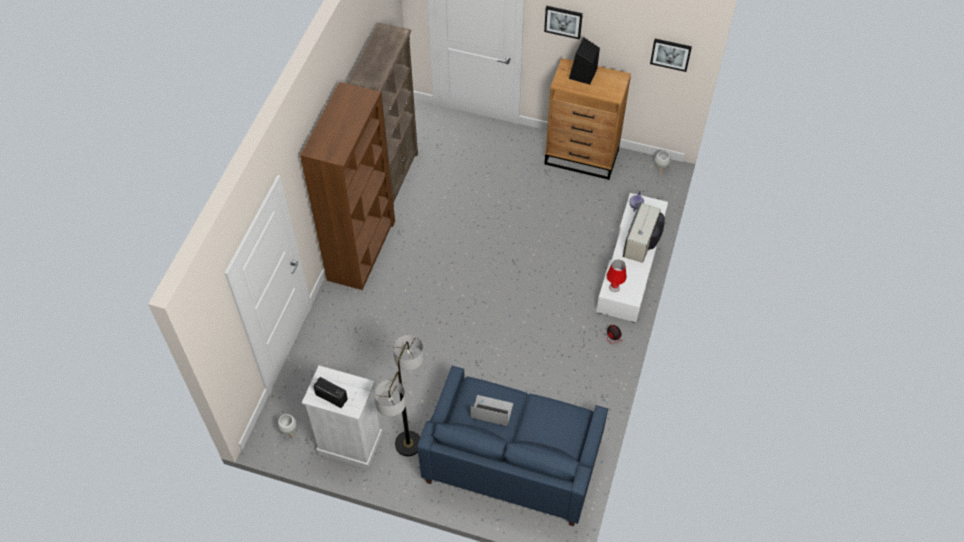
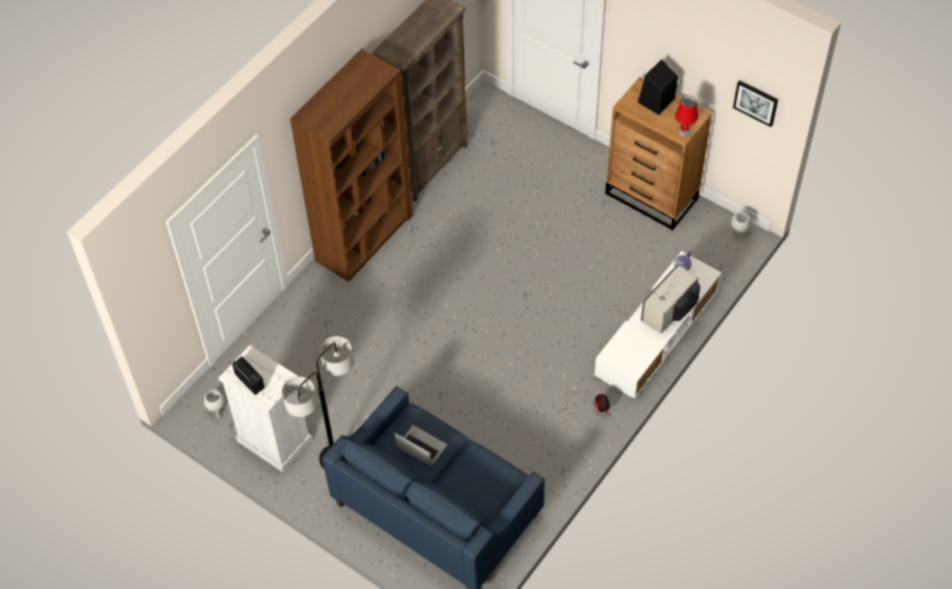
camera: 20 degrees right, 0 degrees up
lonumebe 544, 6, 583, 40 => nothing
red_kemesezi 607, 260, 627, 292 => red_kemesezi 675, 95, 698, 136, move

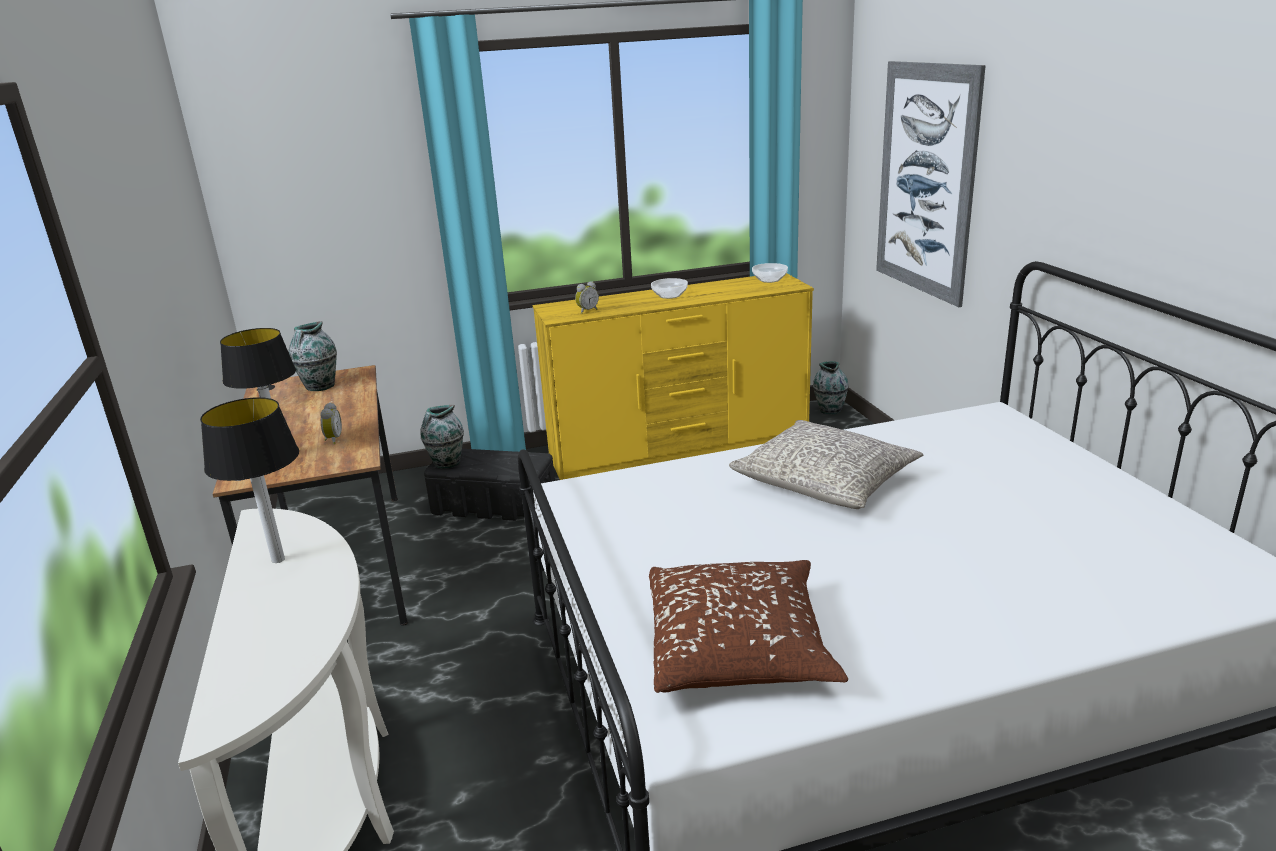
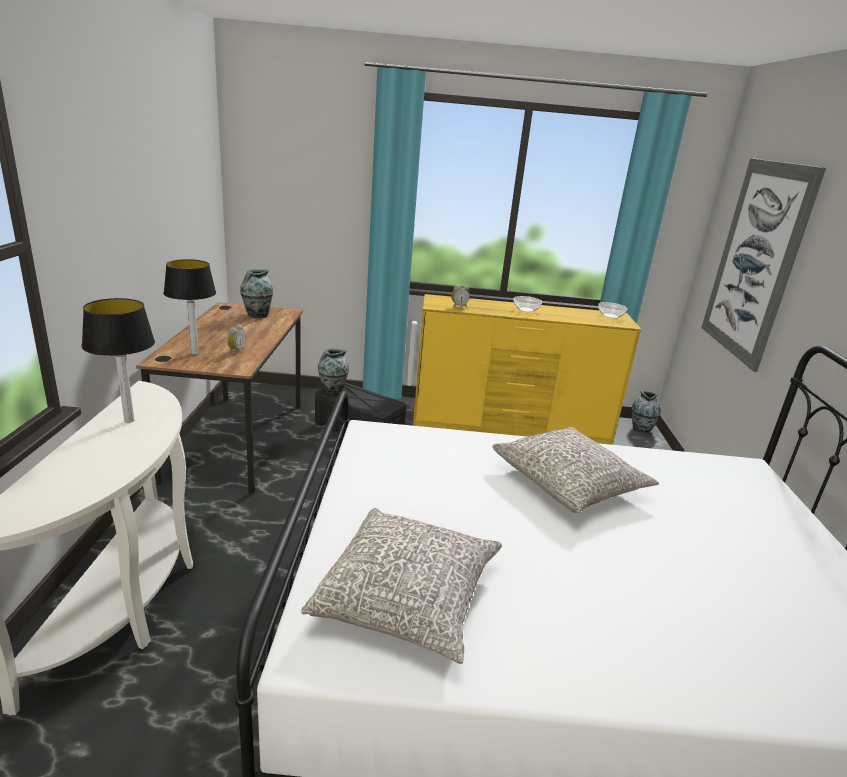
camera: 15 degrees right, 0 degrees up
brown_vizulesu 649, 560, 848, 693 => grey_vizulesu 301, 508, 502, 664

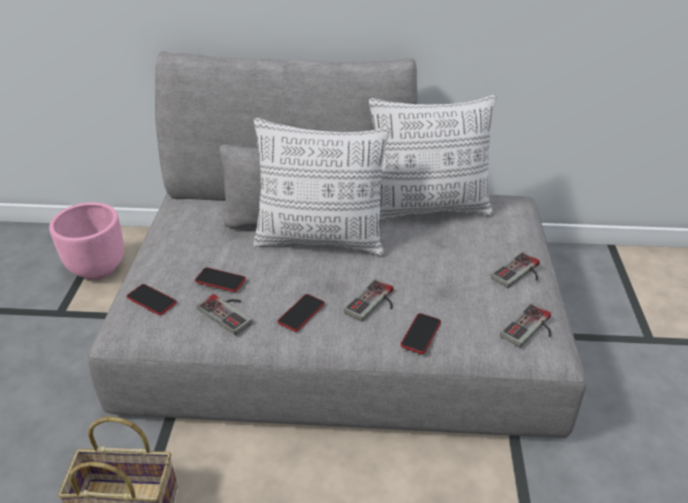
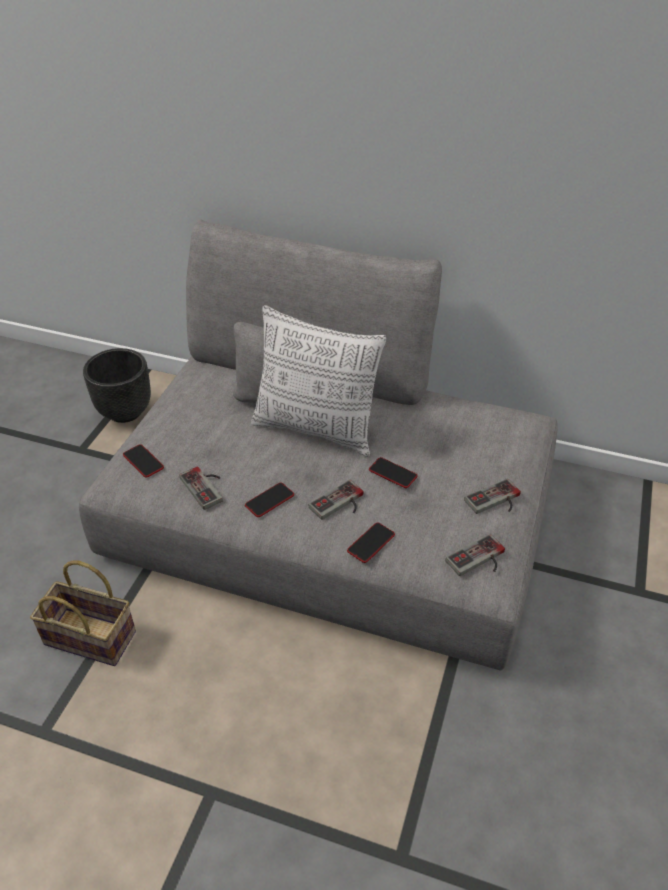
camera: 15 degrees right, 5 degrees up
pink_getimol 49, 202, 124, 280 => black_getimol 83, 348, 151, 423
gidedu 195, 267, 246, 292 => gidedu 369, 457, 417, 488, move
vizulesu 369, 95, 496, 221 => nothing

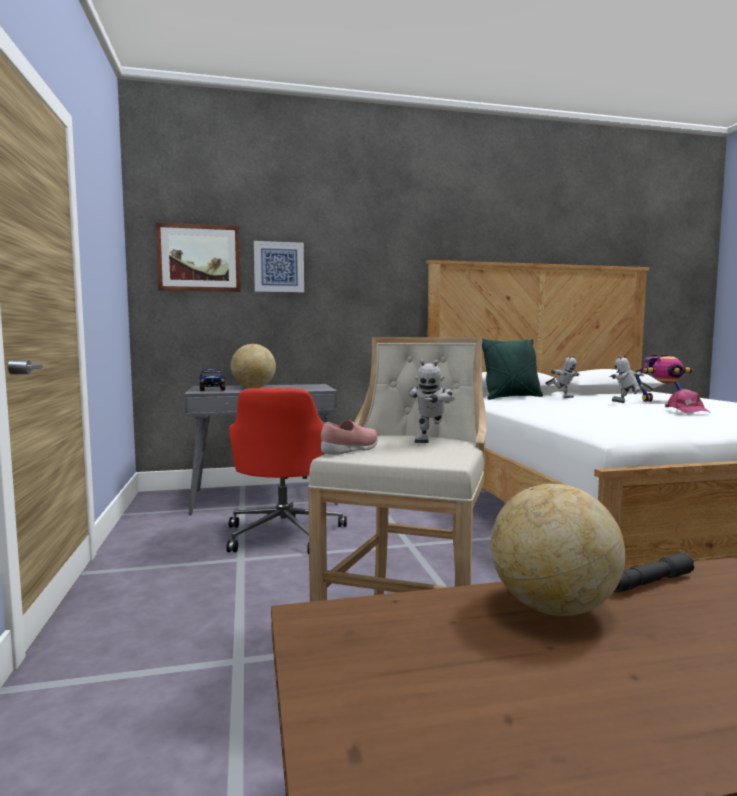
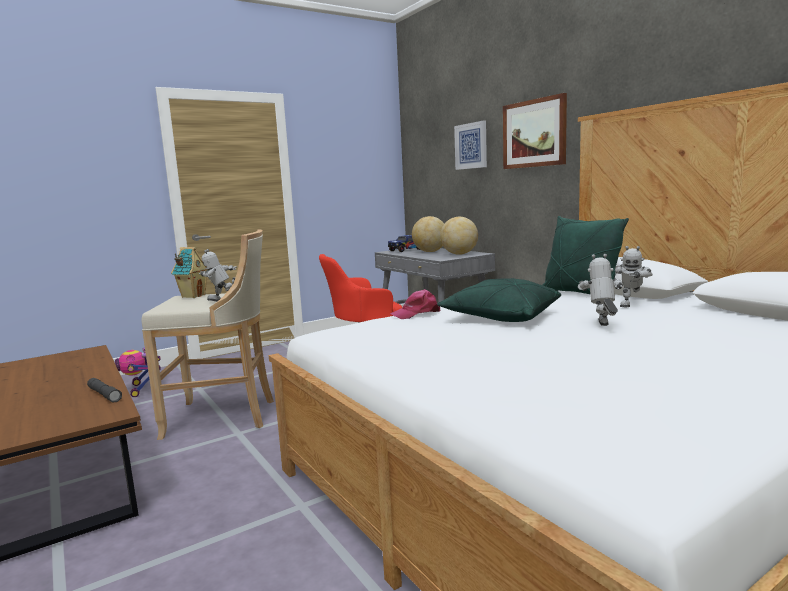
camera: 70 degrees right, 5 degrees up
lonumebe 155, 222, 241, 292 => lonumebe 503, 93, 567, 169, move
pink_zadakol 321, 420, 378, 455 => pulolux 171, 247, 208, 298
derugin 491, 484, 625, 616 => derugin 440, 217, 478, 255, move
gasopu 634, 355, 693, 402 => gasopu 115, 348, 161, 397, move
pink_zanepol 665, 389, 709, 413 => pink_zanepol 390, 289, 440, 319, move
nothing => green_vizulesu 437, 278, 561, 322

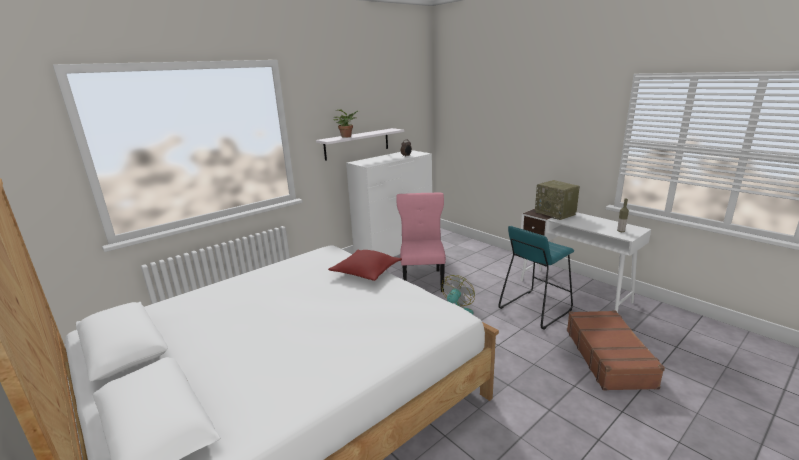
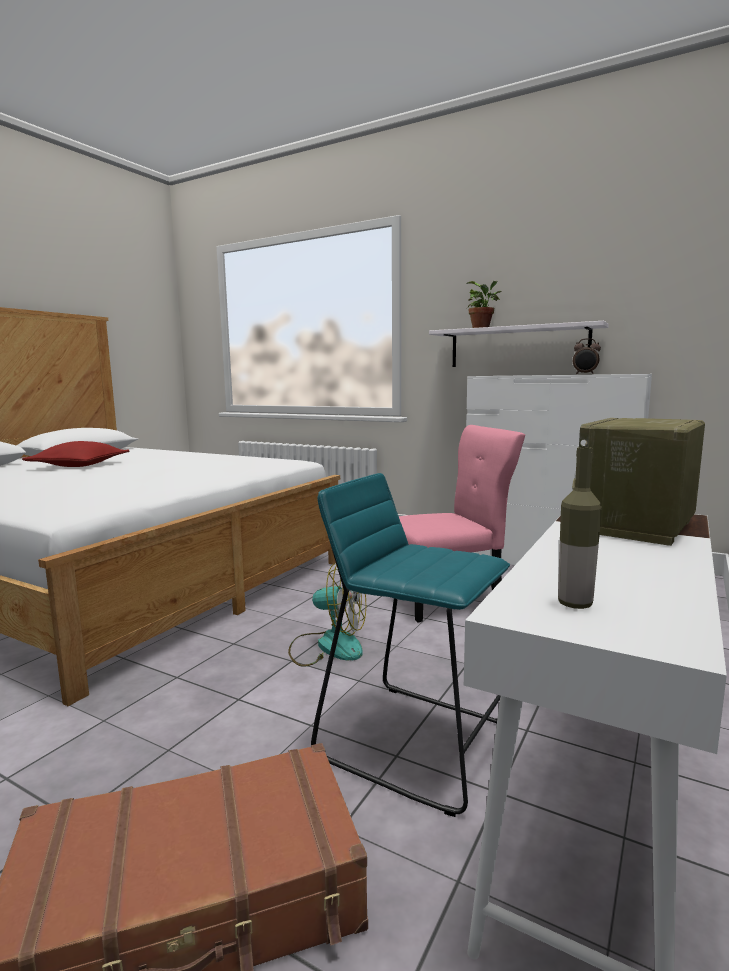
camera: 70 degrees right, 10 degrees down
red_vizulesu 328, 250, 402, 281 => red_vizulesu 22, 441, 130, 467, move

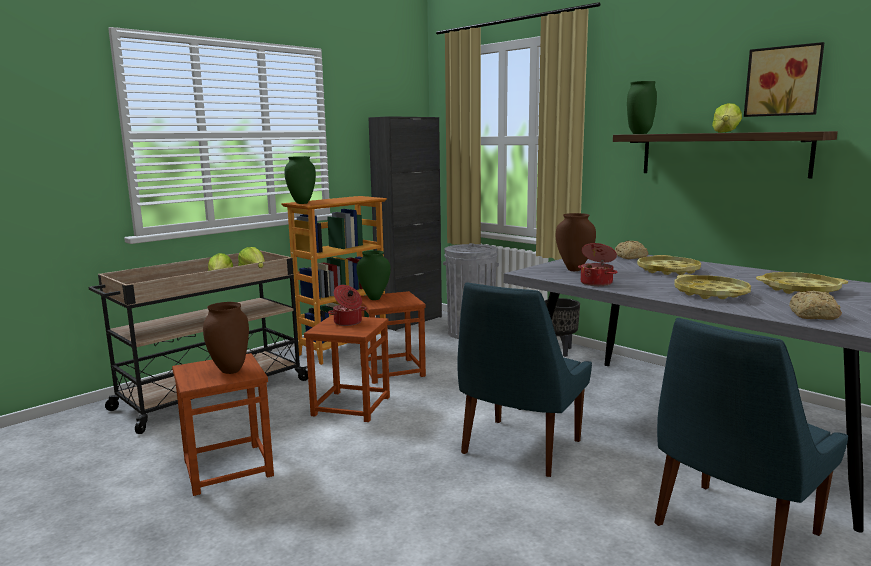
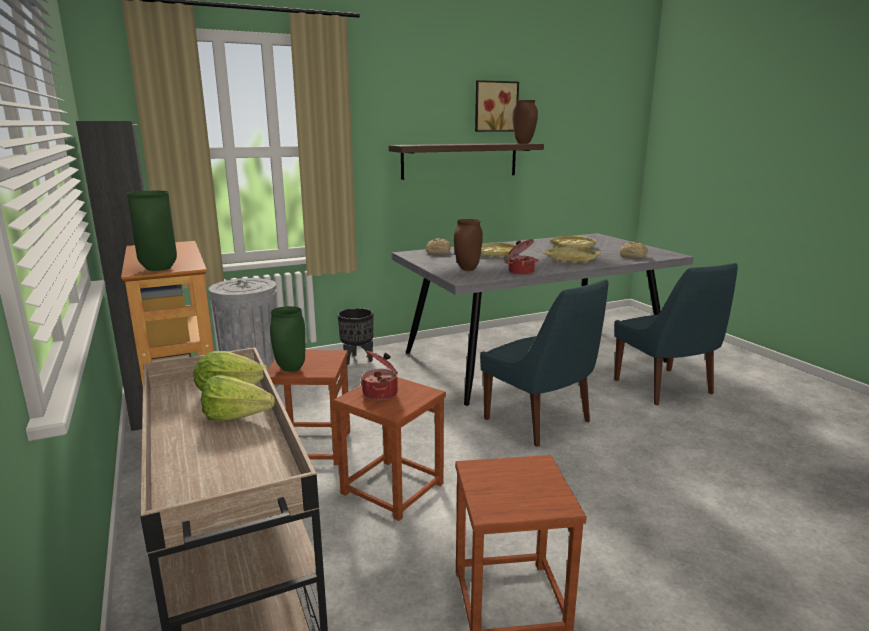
camera: 70 degrees left, 5 degrees up
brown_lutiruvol 203, 302, 249, 374 => brown_lutiruvol 512, 100, 538, 144, move
green_lutiruvol 627, 81, 657, 134 => nothing
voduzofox 712, 103, 742, 133 => nothing

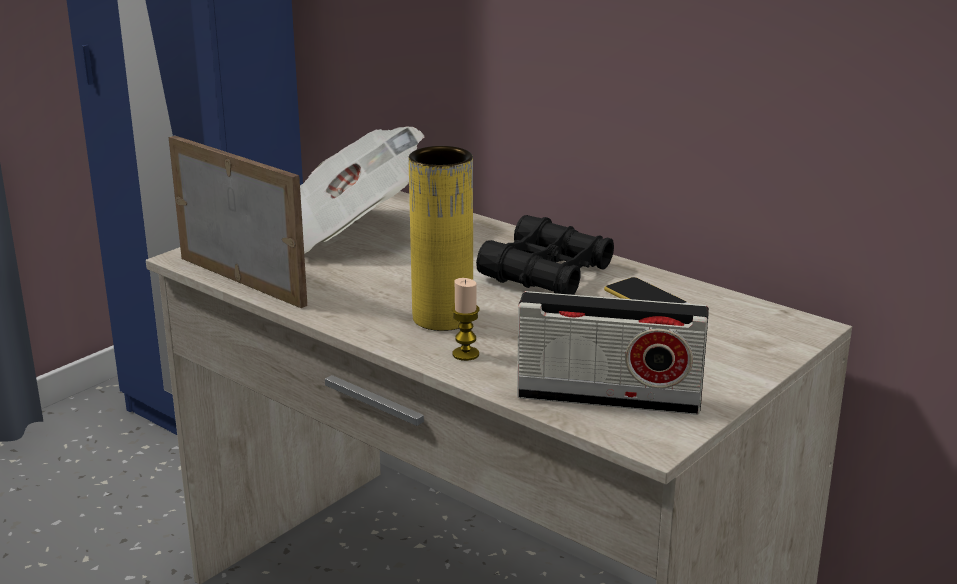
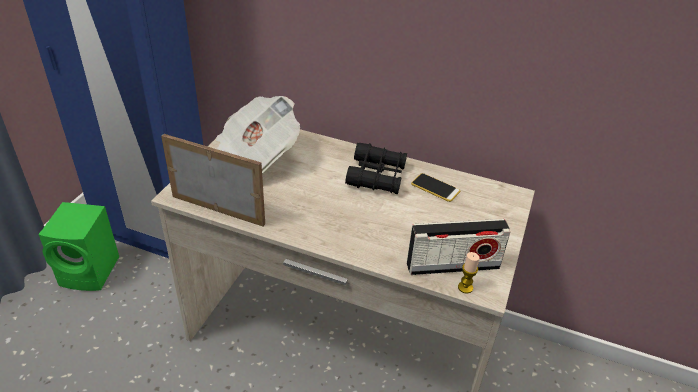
camera: 20 degrees left, 15 degrees up
yellow_lutiruvol 409, 146, 473, 331 => nothing
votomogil 452, 278, 479, 361 => votomogil 458, 252, 480, 293, move
nothing => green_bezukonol 38, 202, 119, 291

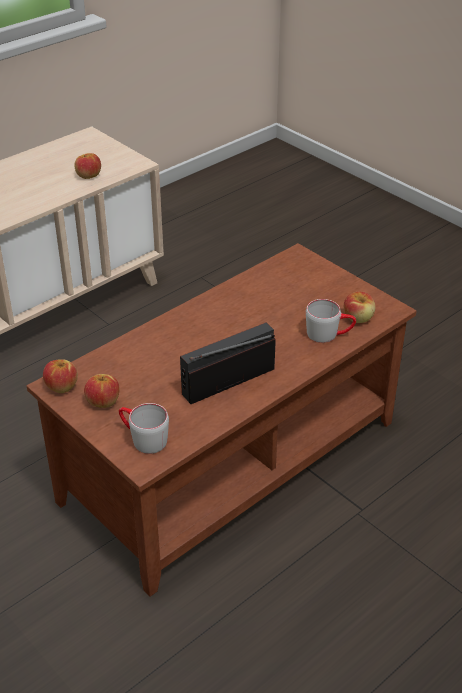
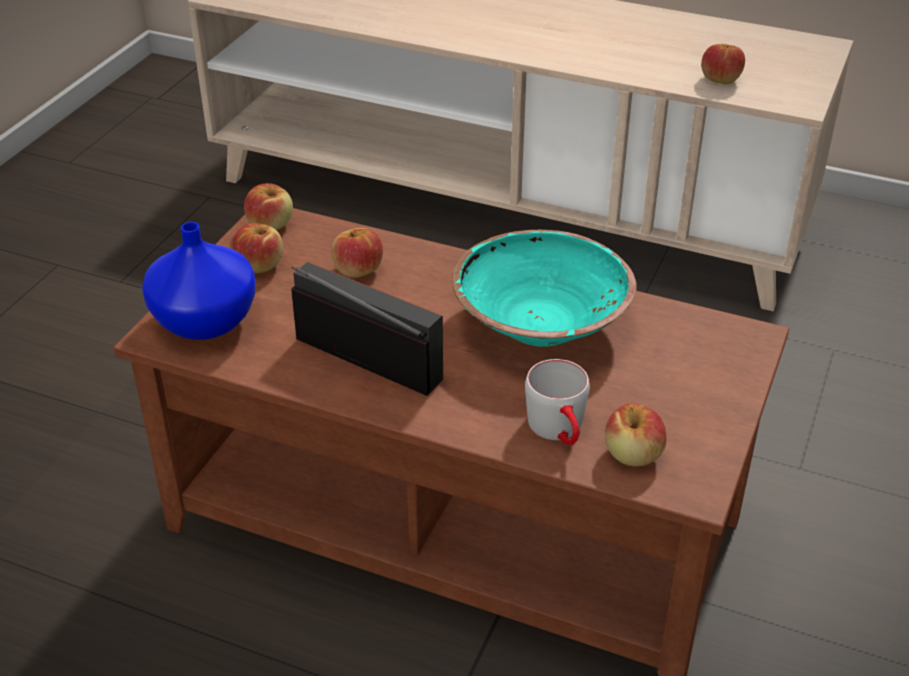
camera: 65 degrees right, 0 degrees up
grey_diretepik 119, 403, 169, 454 => blue_lutiruvol 142, 222, 256, 340
nothing => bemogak 332, 228, 383, 278
nothing => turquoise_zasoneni 452, 230, 637, 347

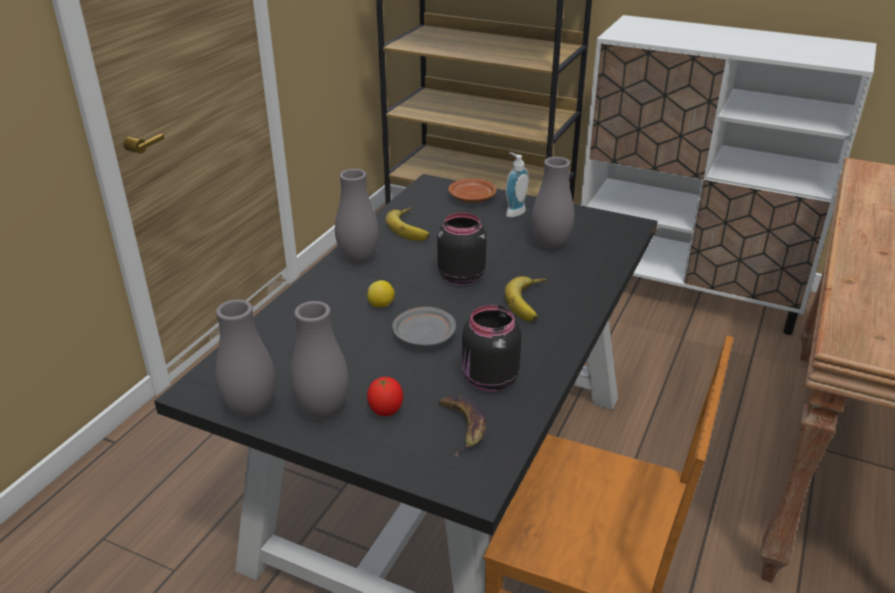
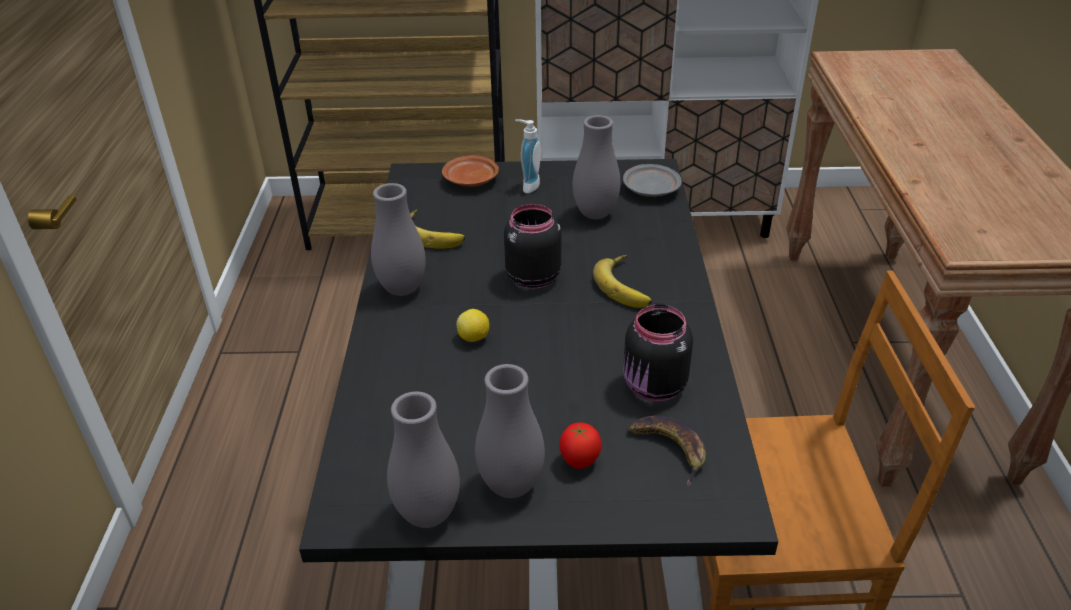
camera: 25 degrees left, 5 degrees up
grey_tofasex 393, 307, 456, 346 => grey_tofasex 623, 164, 682, 197, move

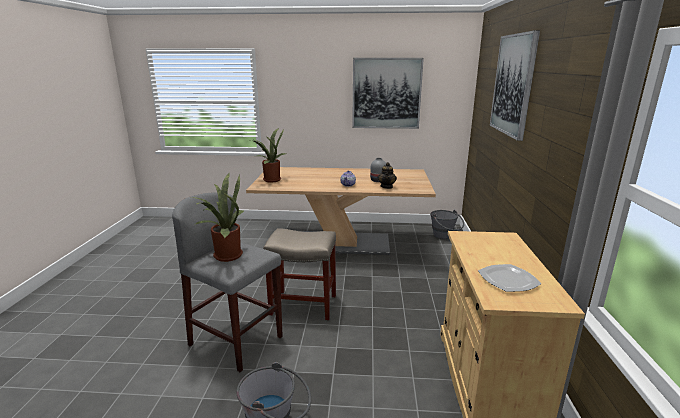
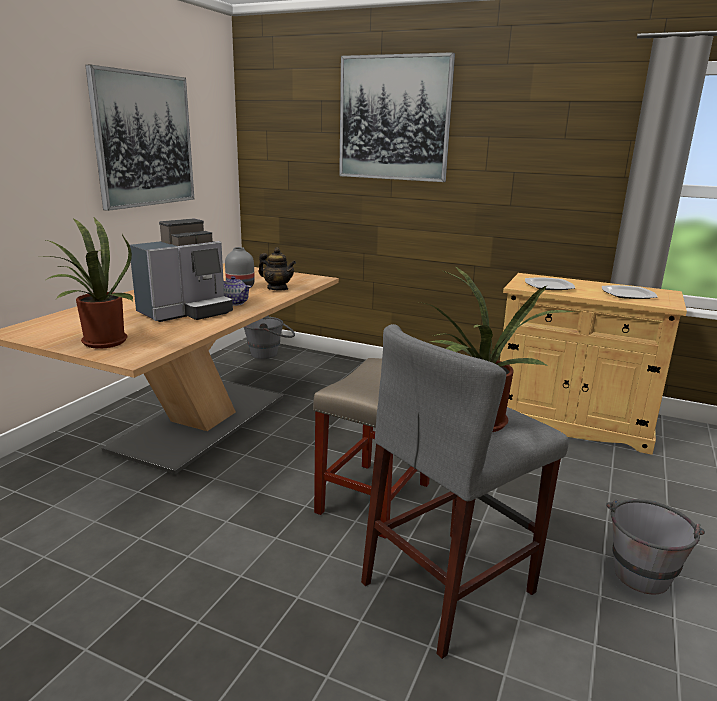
camera: 70 degrees left, 0 degrees up
nothing => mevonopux 130, 219, 233, 322
nothing => tofasex 525, 278, 575, 290

